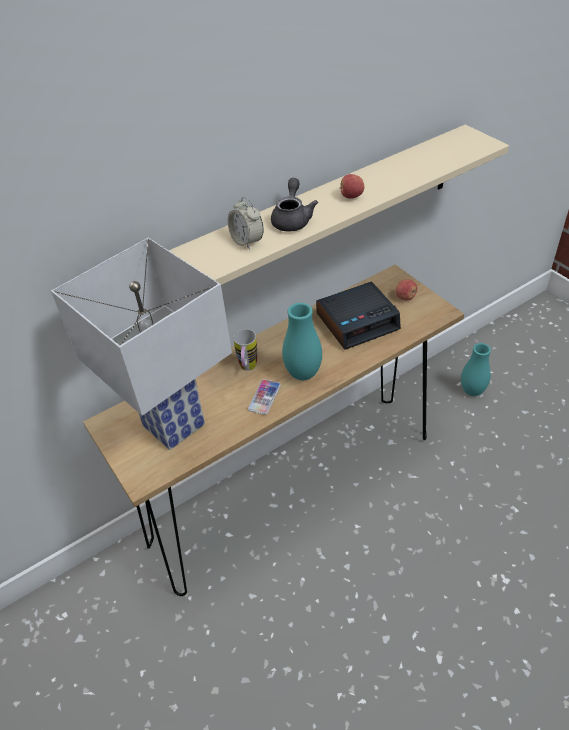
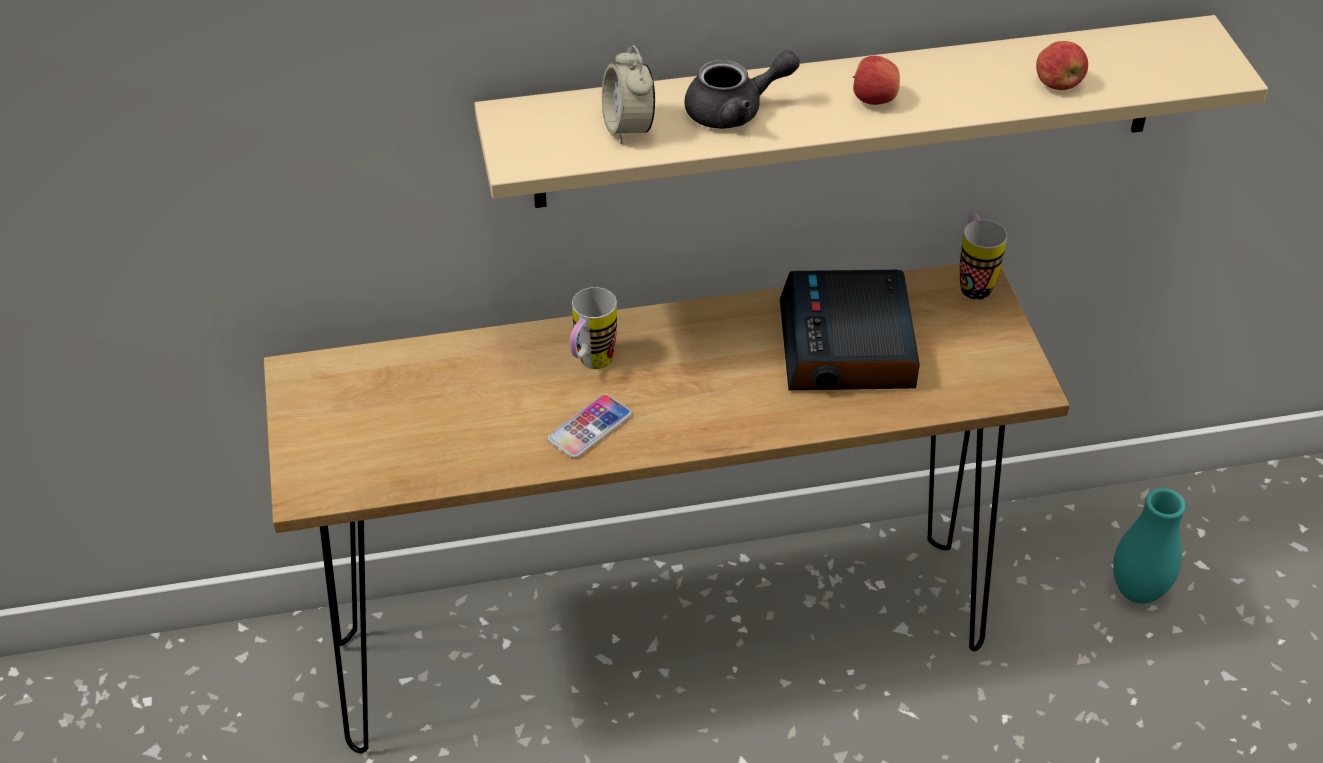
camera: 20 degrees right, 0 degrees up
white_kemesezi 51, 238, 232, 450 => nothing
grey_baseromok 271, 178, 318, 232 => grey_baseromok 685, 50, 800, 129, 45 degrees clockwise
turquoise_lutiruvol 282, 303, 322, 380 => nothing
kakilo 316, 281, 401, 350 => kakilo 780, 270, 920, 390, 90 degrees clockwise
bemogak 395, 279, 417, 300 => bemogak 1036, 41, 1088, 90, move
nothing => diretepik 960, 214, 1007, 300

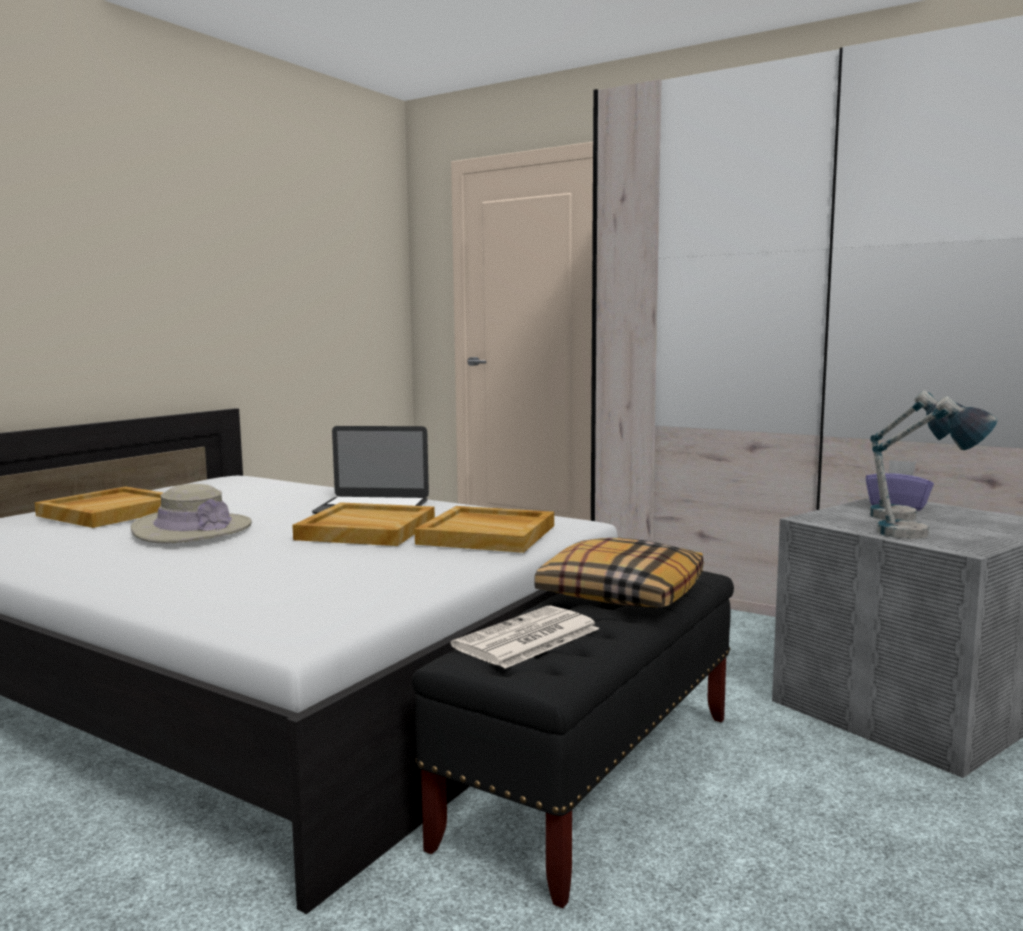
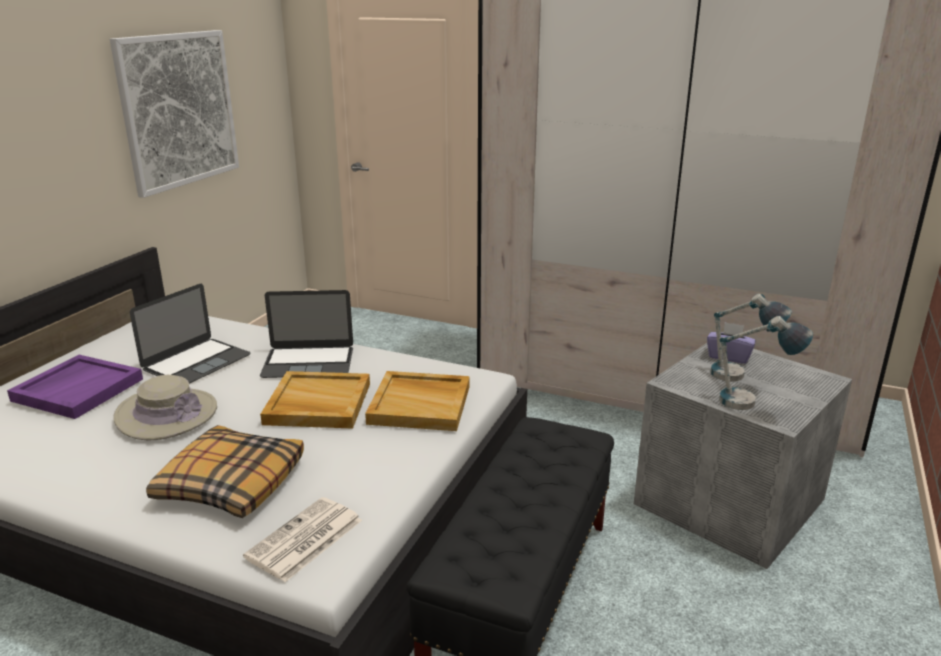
camera: 10 degrees left, 15 degrees up
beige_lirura 35, 487, 164, 528 => purple_lirura 7, 355, 143, 419
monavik 450, 605, 600, 669 => monavik 243, 497, 362, 582, move
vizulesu 534, 538, 703, 608 => vizulesu 146, 425, 304, 518, move
nothing => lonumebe 110, 30, 239, 198
nothing => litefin 130, 284, 251, 384

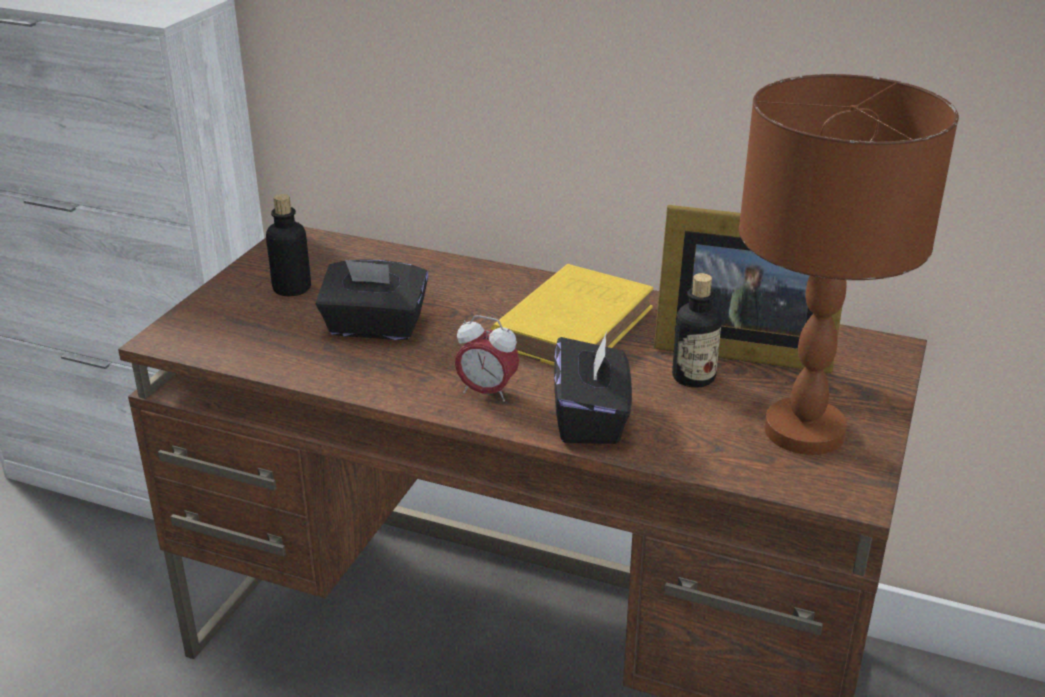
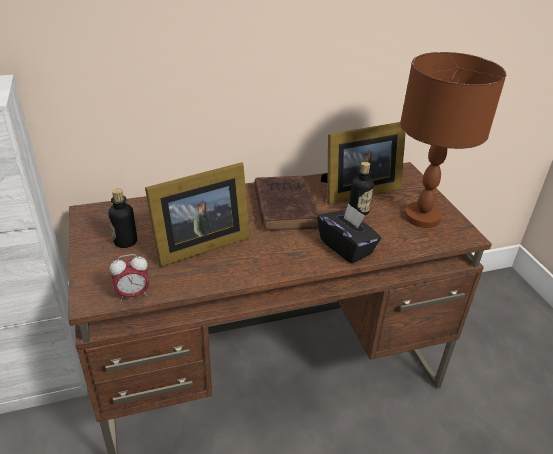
camera: 40 degrees left, 5 degrees up
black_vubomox 316, 260, 428, 340 => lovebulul 145, 162, 250, 267
kakilo 455, 315, 519, 402 => kakilo 110, 254, 149, 301, move
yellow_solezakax 490, 264, 654, 366 => brown_solezakax 254, 176, 319, 231

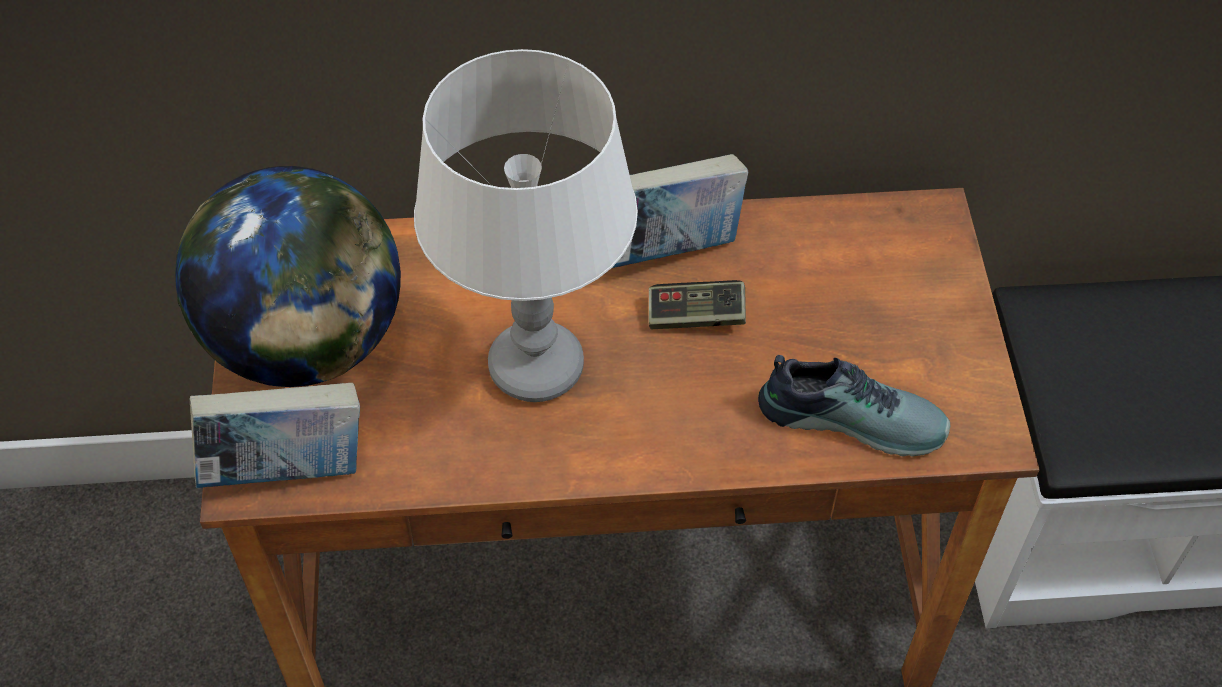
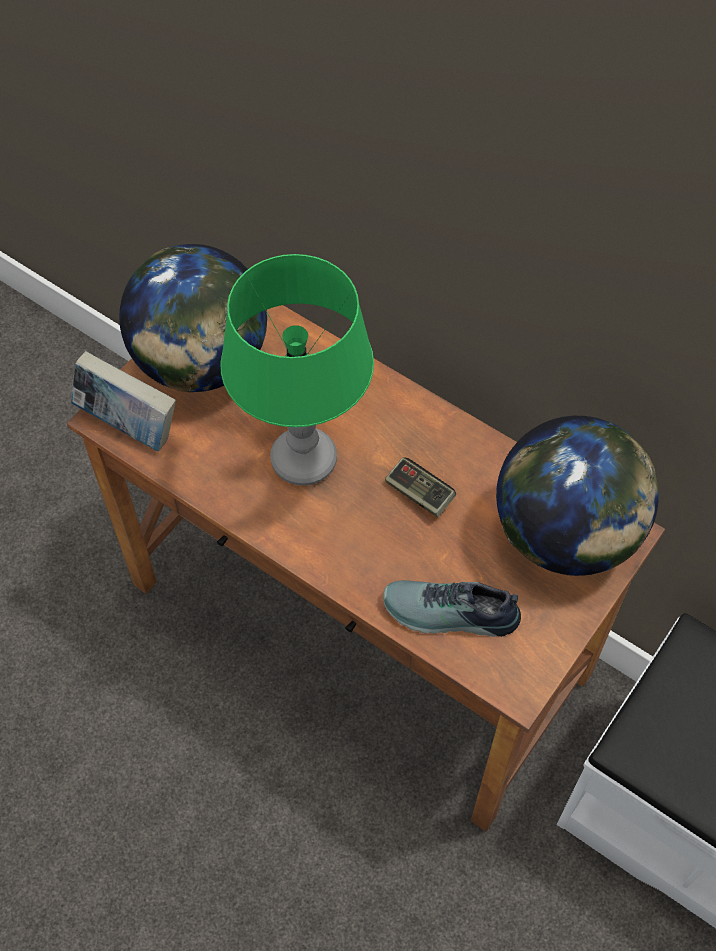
camera: 40 degrees right, 5 degrees up
white_kemesezi 414, 49, 638, 402 => green_kemesezi 220, 254, 374, 485
solezakax 612, 154, 748, 268 => nothing
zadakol 758, 355, 950, 457 => zadakol 383, 580, 521, 637, 135 degrees clockwise
nothing => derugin 496, 416, 659, 576

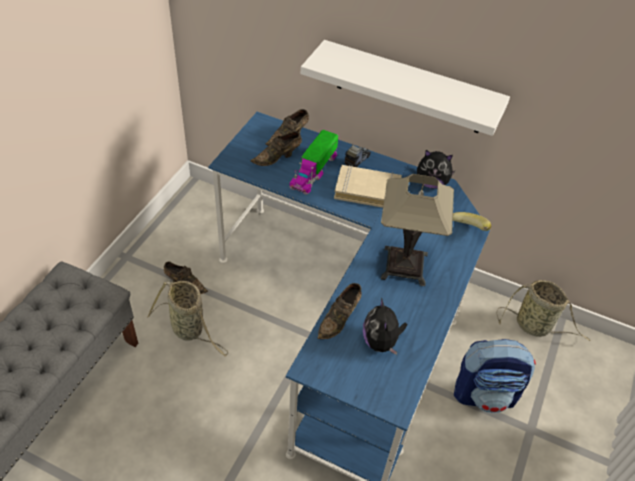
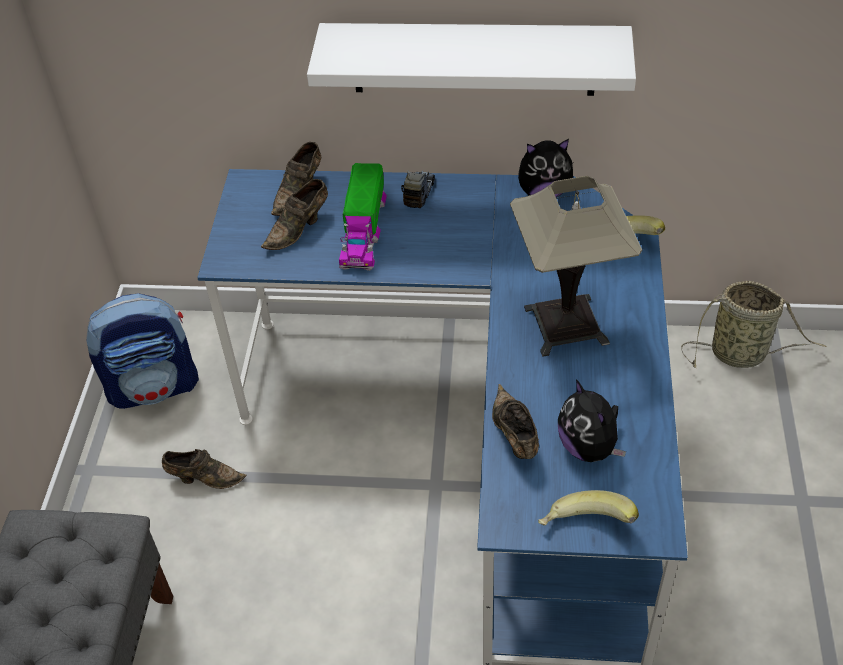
camera: 15 degrees left, 0 degrees up
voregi 147, 281, 228, 357 => nothing
brown_zadakol 318, 283, 362, 339 => brown_zadakol 492, 384, 539, 459, 150 degrees clockwise
beige_solezakax 334, 165, 402, 208 => nothing
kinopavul 454, 339, 536, 413 => kinopavul 86, 293, 199, 409, move
nothing => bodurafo 538, 490, 639, 525

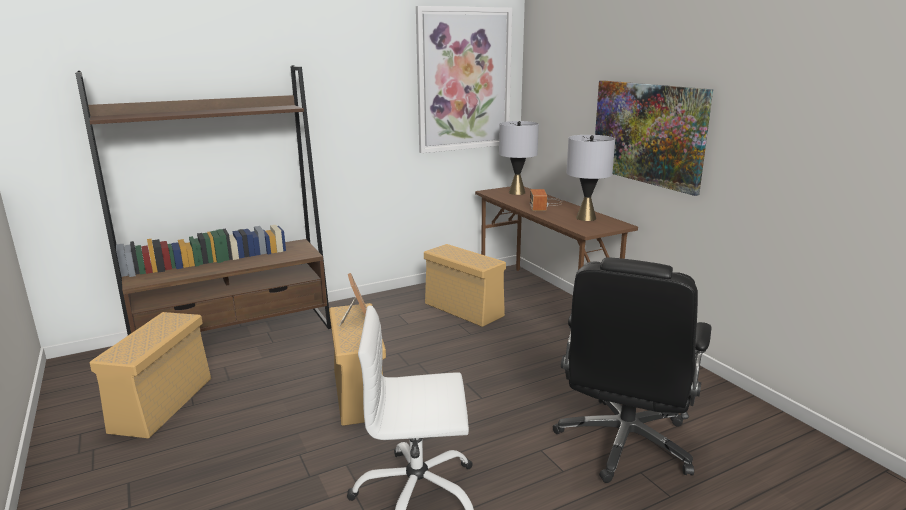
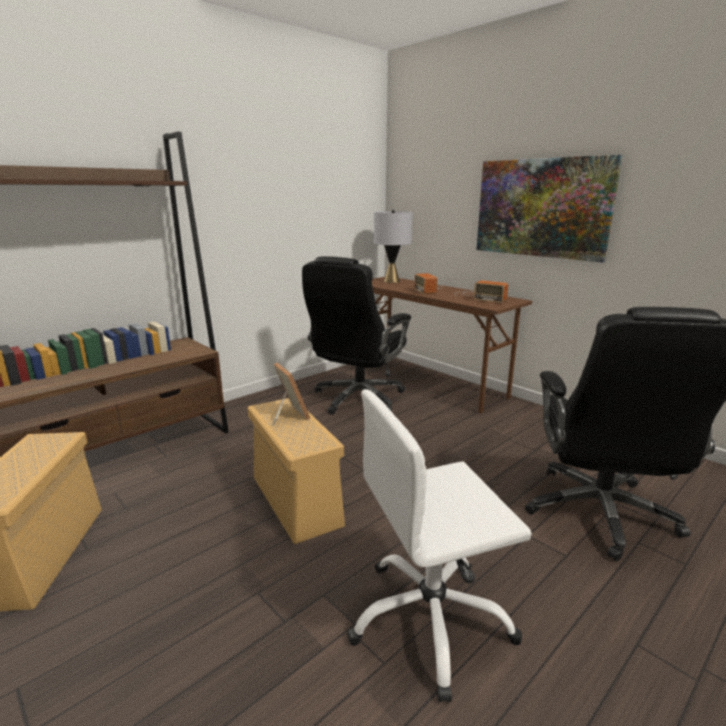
camera: 15 degrees left, 0 degrees up
lonumebe 416, 6, 512, 153 => nothing
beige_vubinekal 424, 244, 506, 327 => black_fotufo 302, 256, 411, 415
grey_kemesezi 566, 135, 615, 221 => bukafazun 454, 280, 508, 303

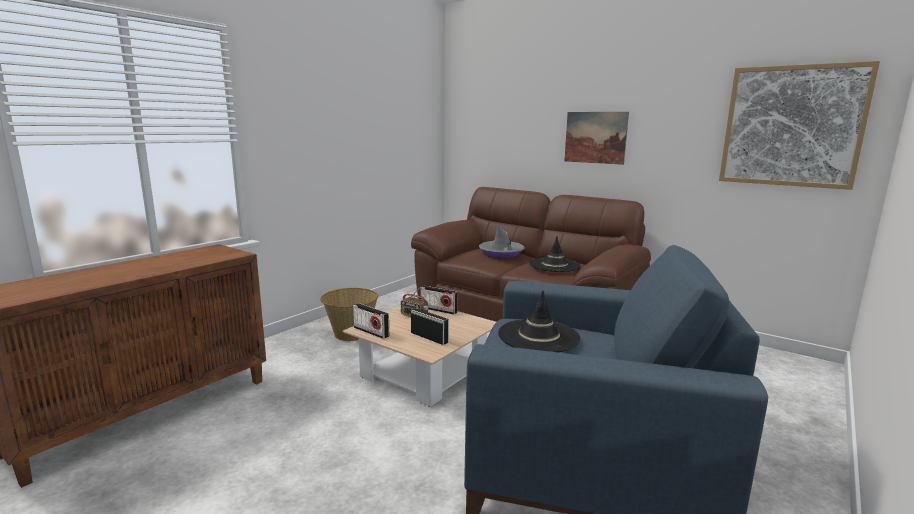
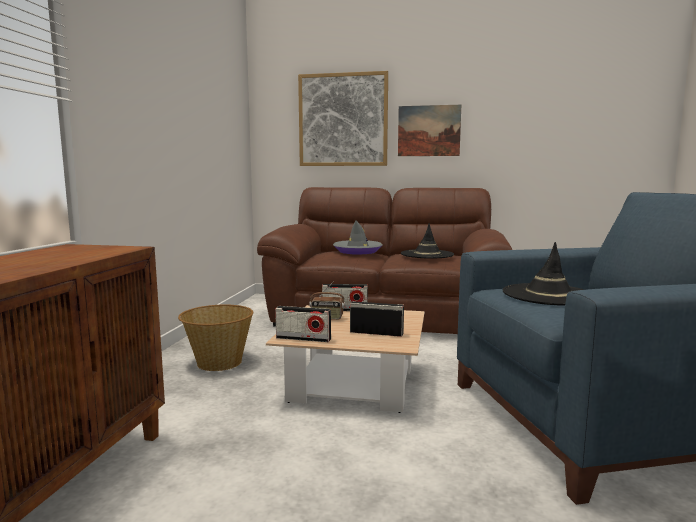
camera: 25 degrees left, 5 degrees down
lonumebe 719, 61, 880, 190 => lonumebe 298, 71, 388, 166, move

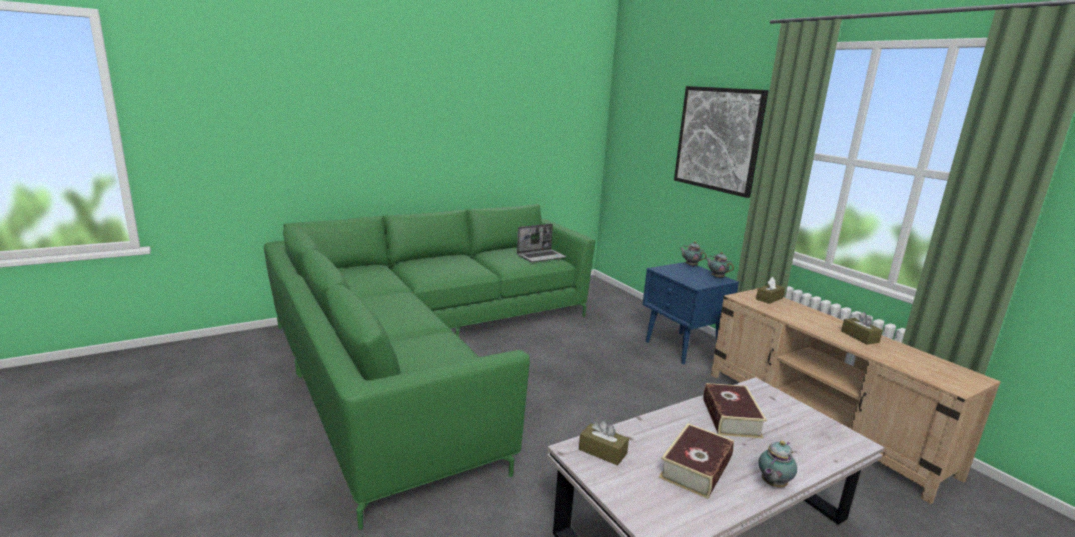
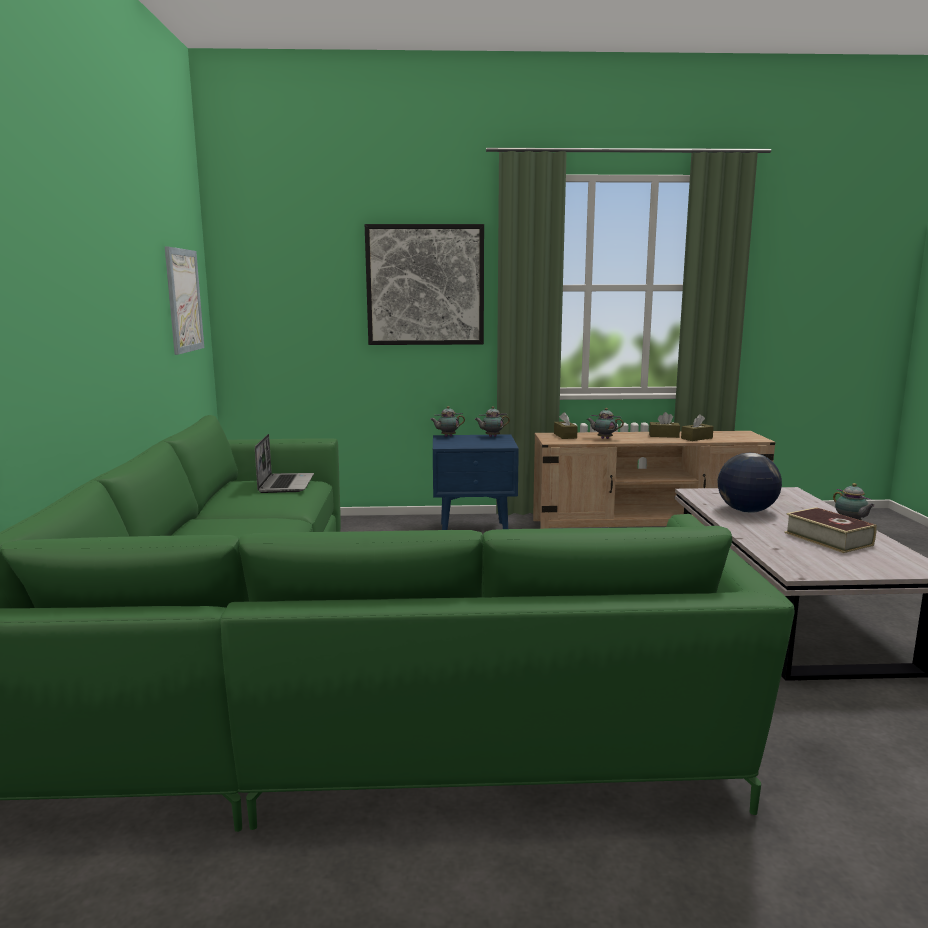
camera: 60 degrees left, 5 degrees down
brown_vubomox 579, 420, 629, 466 => brown_vubomox 681, 414, 714, 441, move
solezakax 703, 383, 767, 438 => derugin 718, 453, 782, 513
nothing => lonumebe 165, 247, 204, 355
nothing => baseromok 587, 408, 624, 439

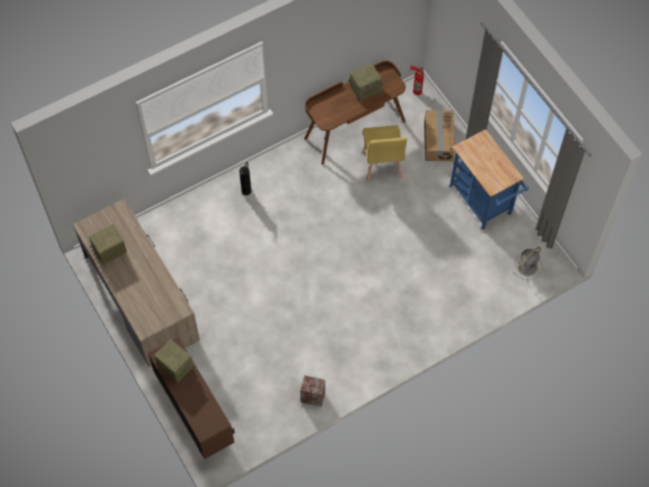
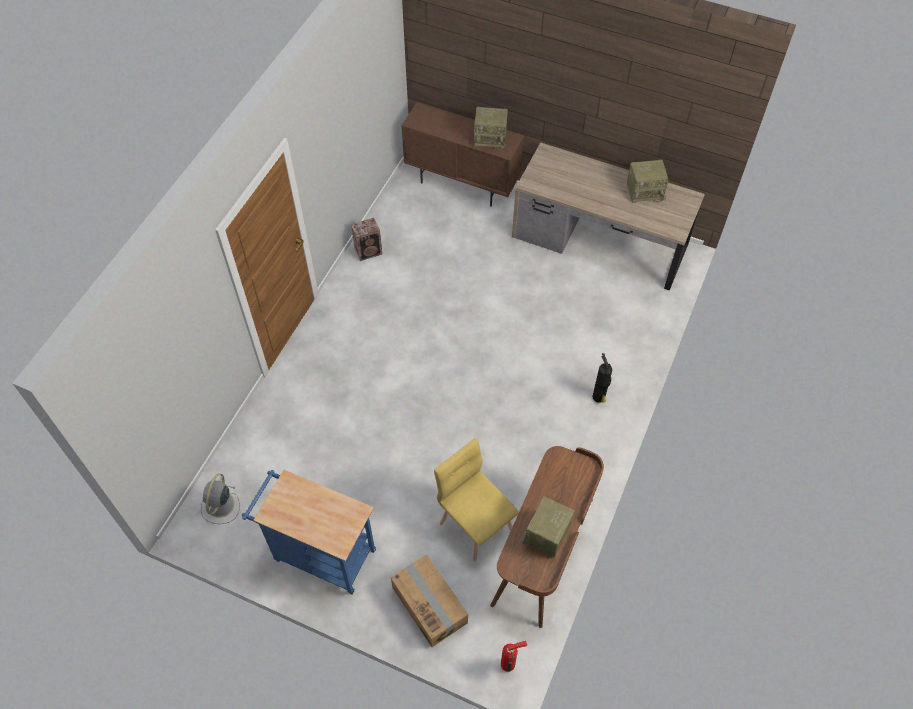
camera: 145 degrees right, 5 degrees down
bukafazun 89, 224, 127, 265 => bukafazun 627, 160, 669, 203, 60 degrees clockwise

